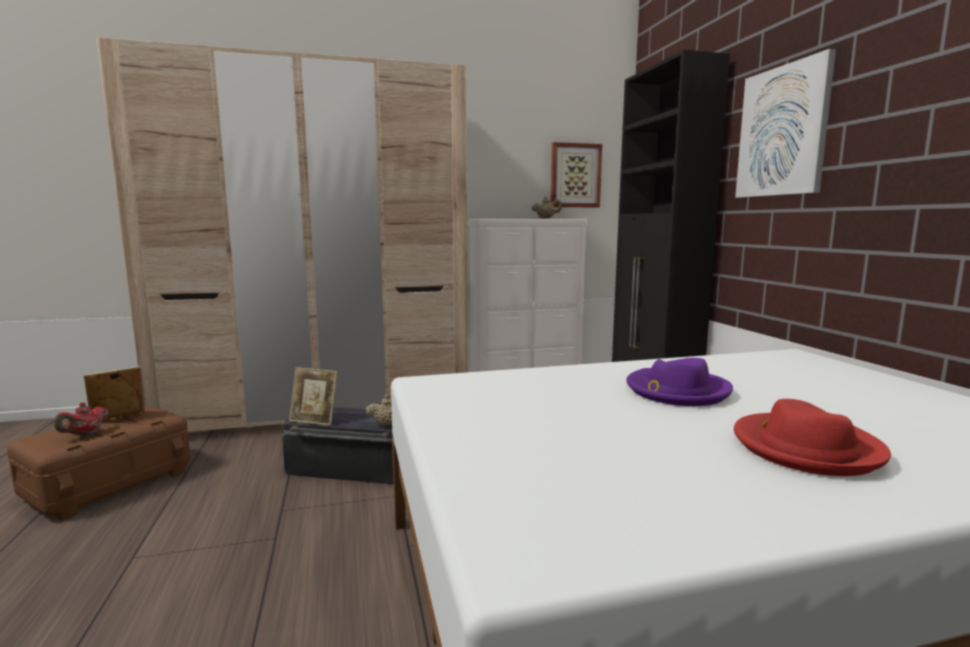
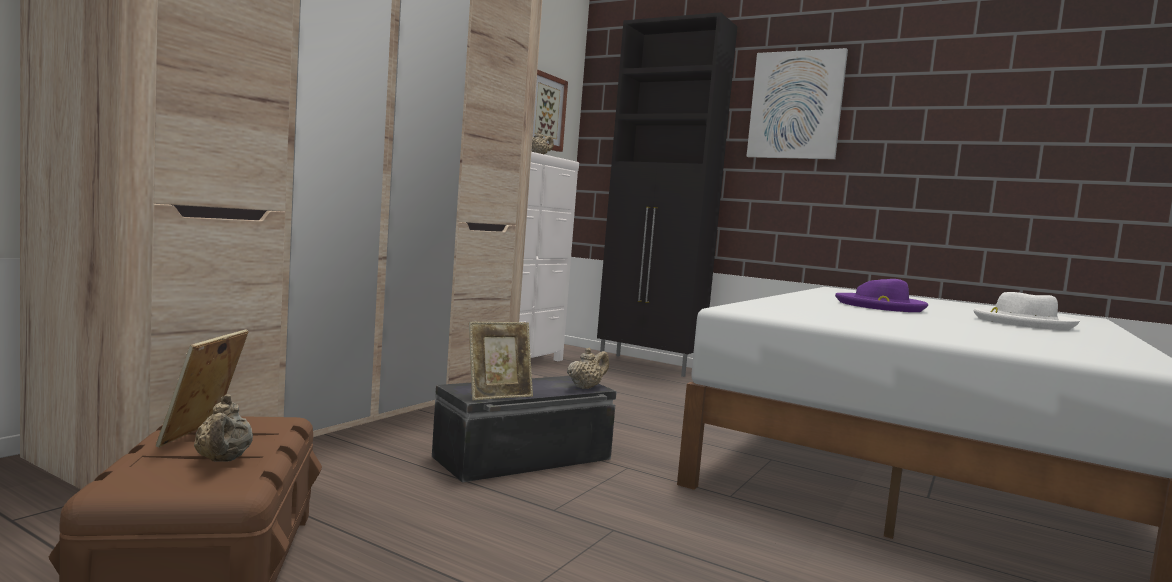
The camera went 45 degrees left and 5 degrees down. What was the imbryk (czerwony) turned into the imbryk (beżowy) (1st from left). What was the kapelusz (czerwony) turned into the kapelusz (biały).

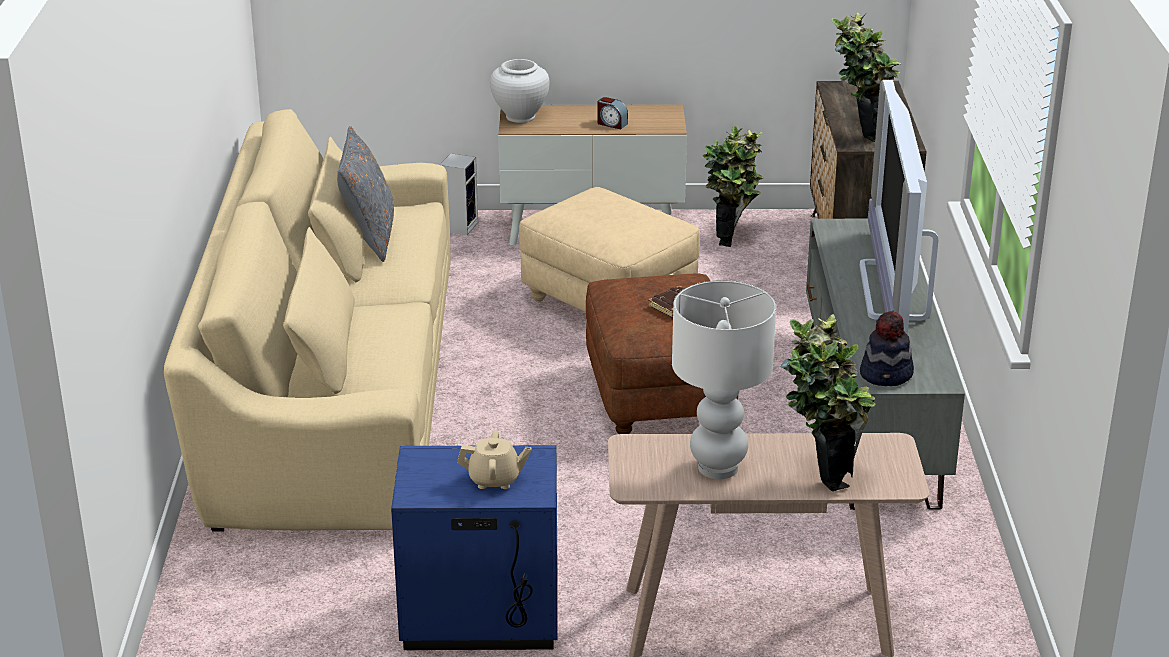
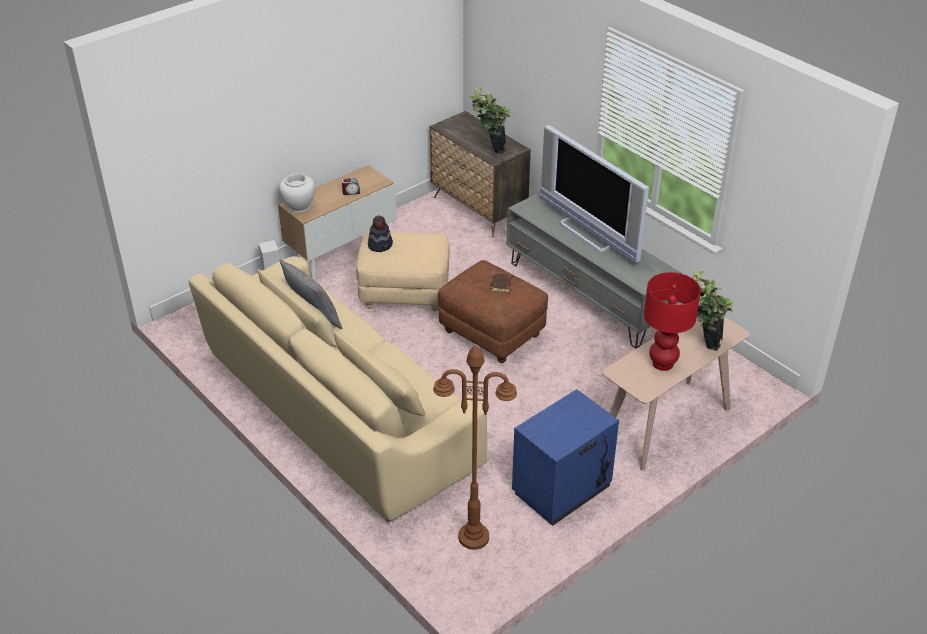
The camera went 40 degrees left and 10 degrees up. The kapelusz ended up elsewhere. The second view gained the lampa stojąca (brązowy). What was the lampa stołowa (biały) turned into the lampa stołowa (czerwony). The second view lost the imbryk (beżowy). The second view lost the roślina doniczkowa (1st from left).

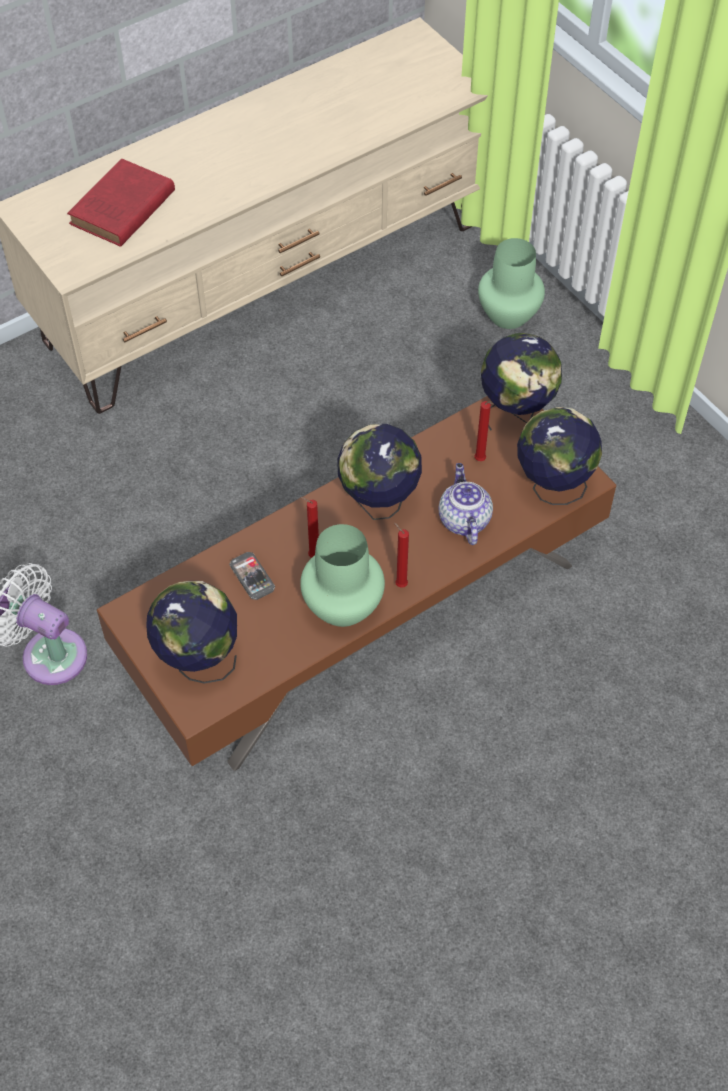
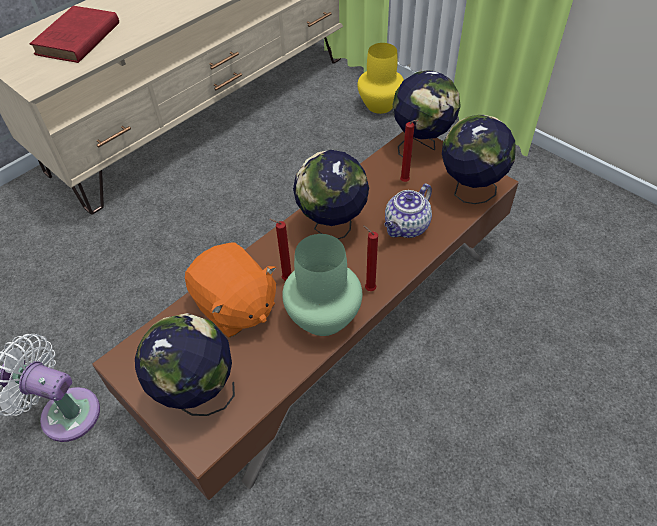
The camera went 10 degrees left and 5 degrees down. Where the telefon stood, the pluszak (pomarańczowy) came to stand. What was the wazon (zielony) (2nd from left) turned into the wazon (żółty). The imbryk ended up facing another way, 120 degrees counterclockwise from before.

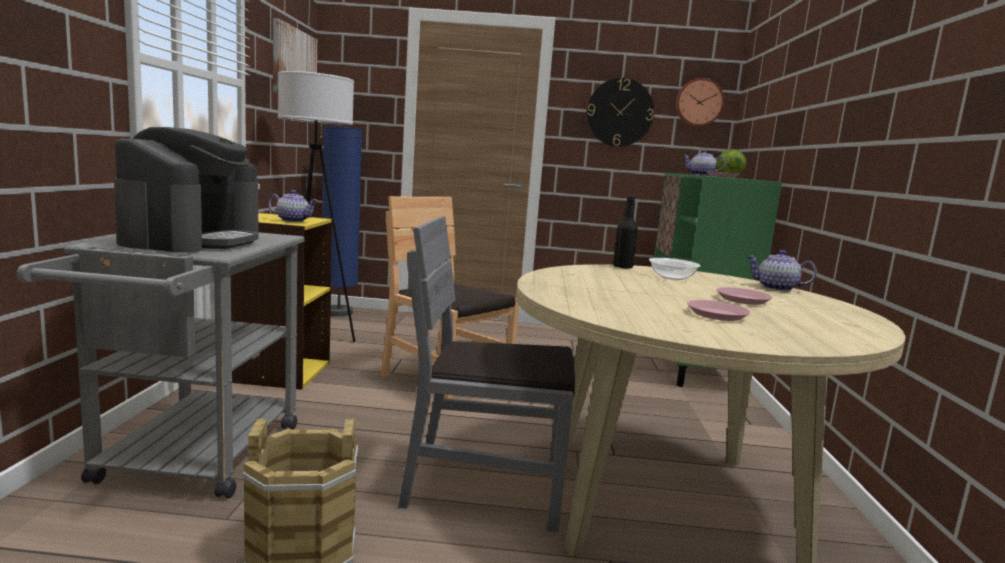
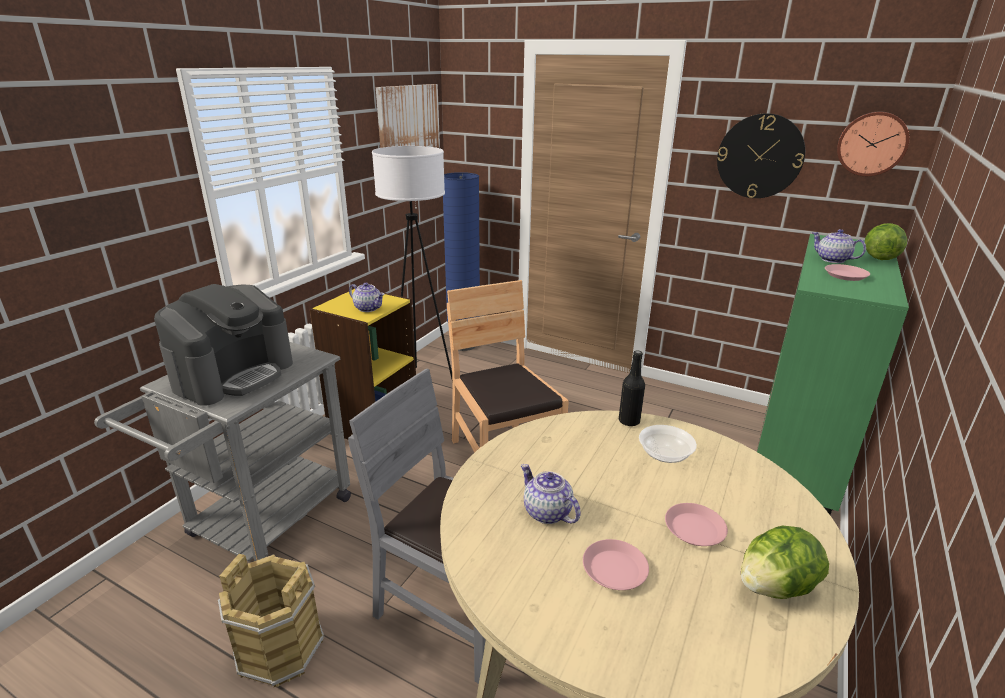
The camera went 25 degrees right and 15 degrees up. The imbryk (3rd from left in the first image) ended up elsewhere. The second view gained the sałata (1st from left).

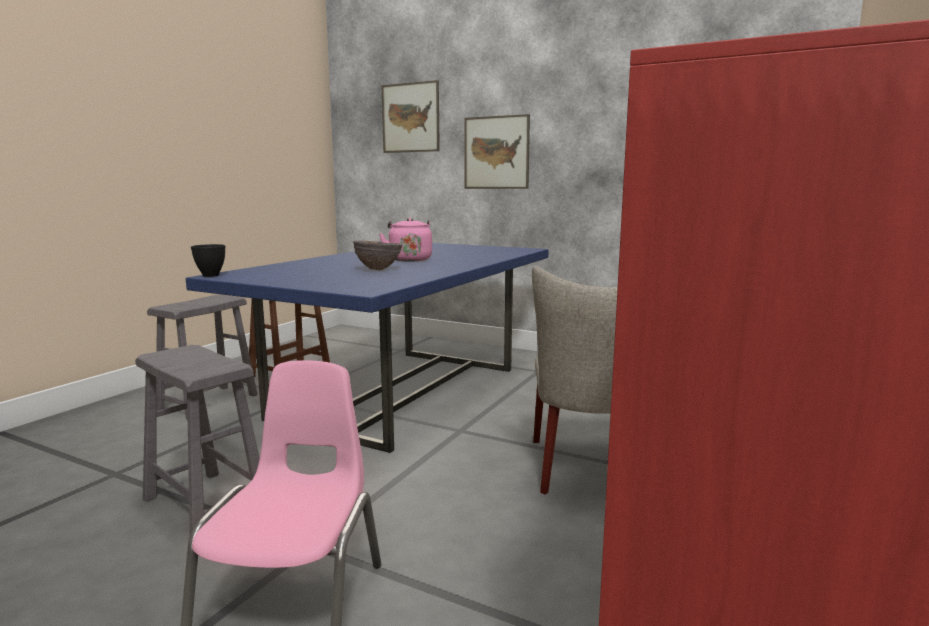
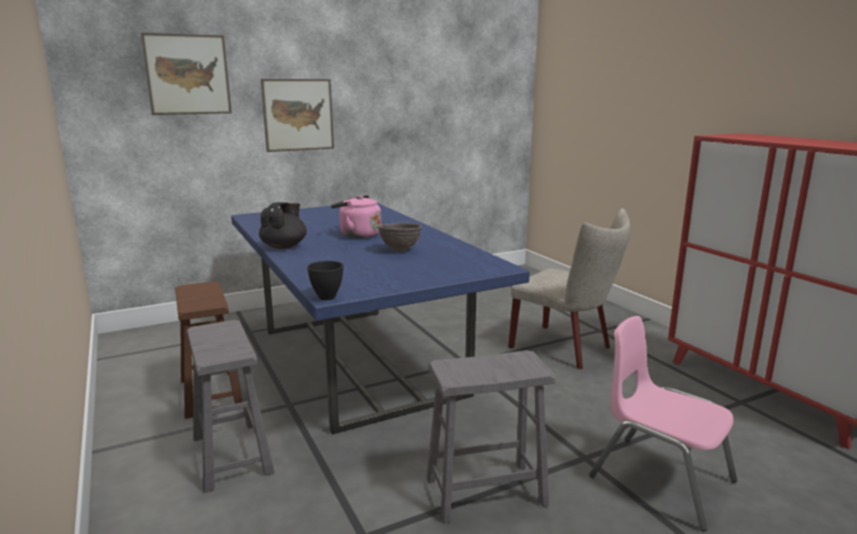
The camera went 55 degrees left and 5 degrees up. The second view gained the imbryk (czarny).

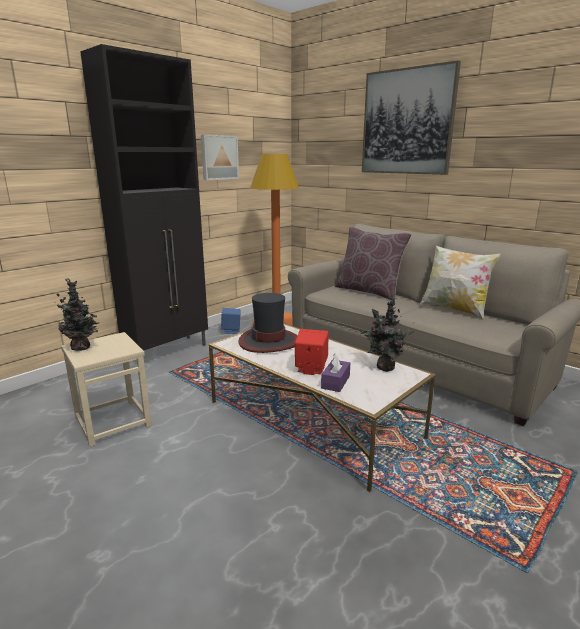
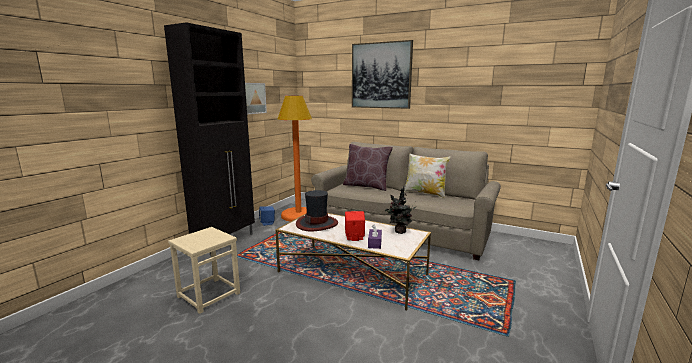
The camera went 15 degrees left and 5 degrees down. The second view lost the roślina doniczkowa (1st from left).

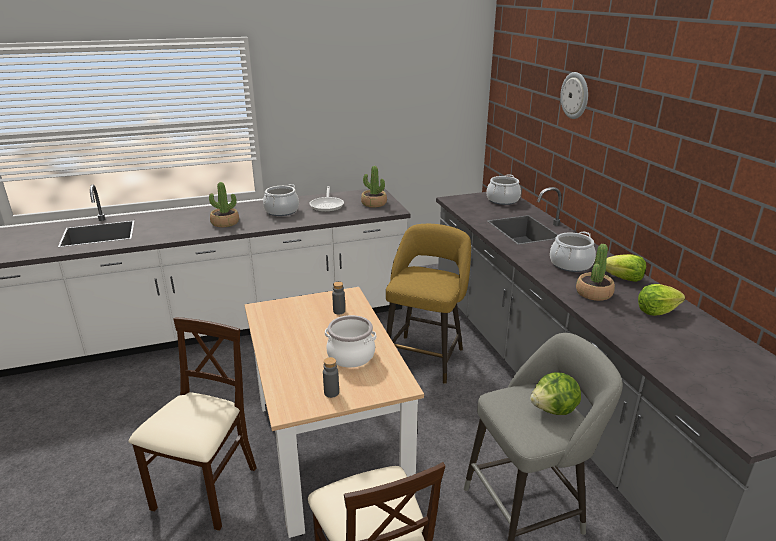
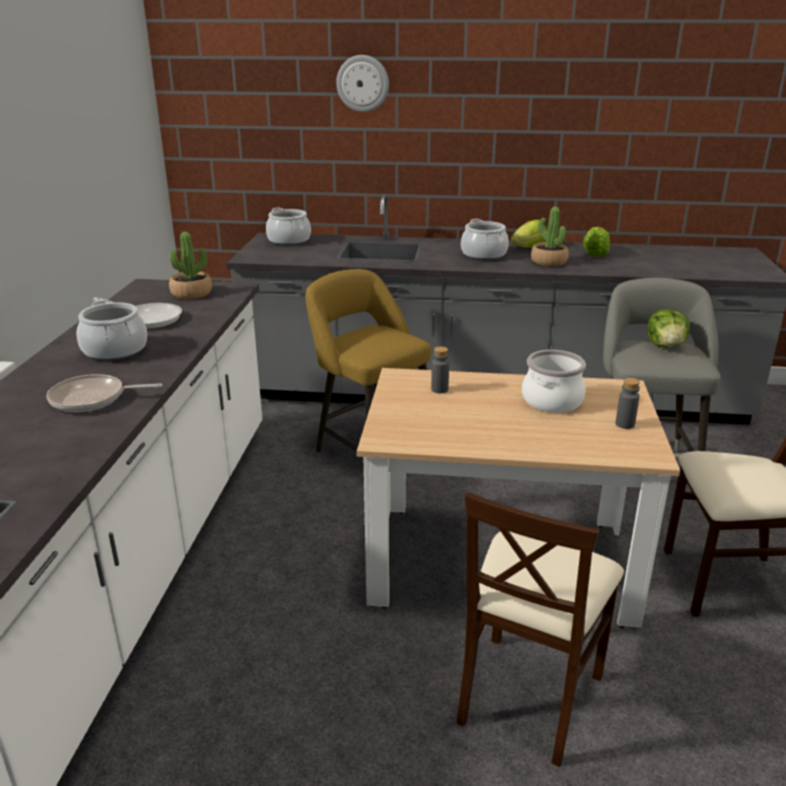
The camera went 65 degrees left and 0 degrees up. Where the roślina doniczkowa (1st from left) stood, the patelnia (1st from left) came to stand. The krzesło (beżowy) (1st from left) ended up facing another way, 105 degrees counterclockwise from before.

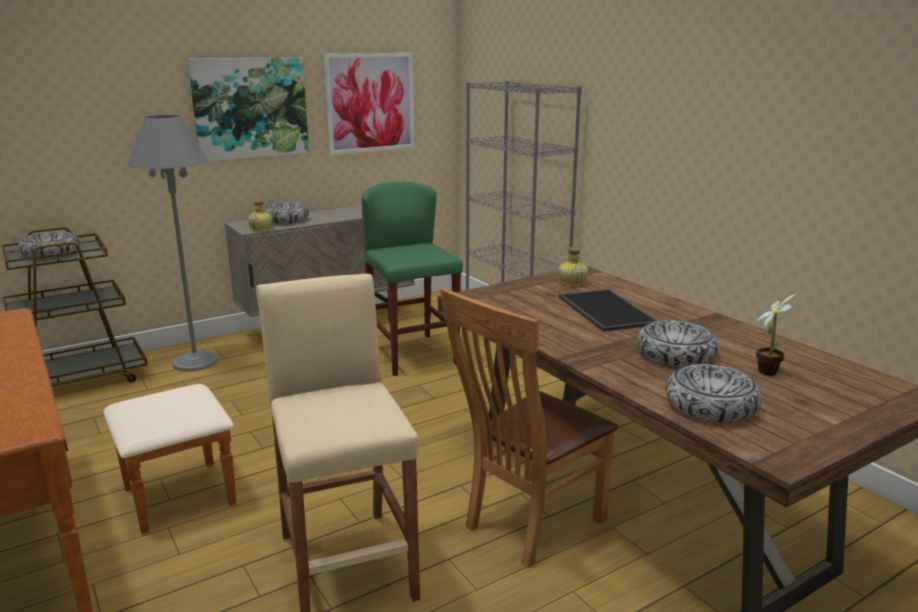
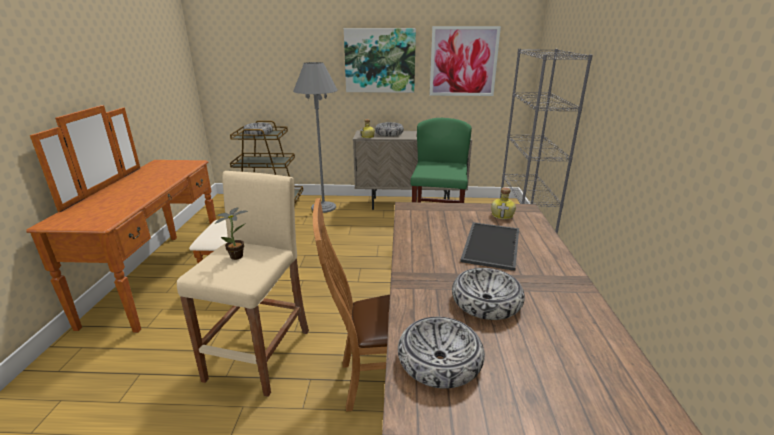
The camera went 35 degrees right and 5 degrees up. The roślina doniczkowa ended up elsewhere.

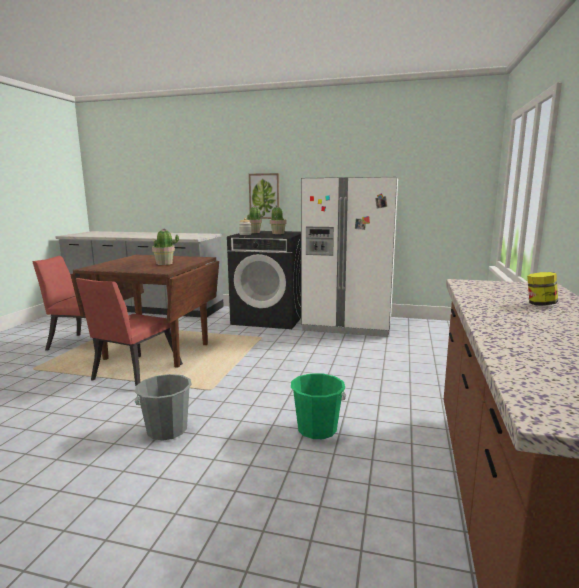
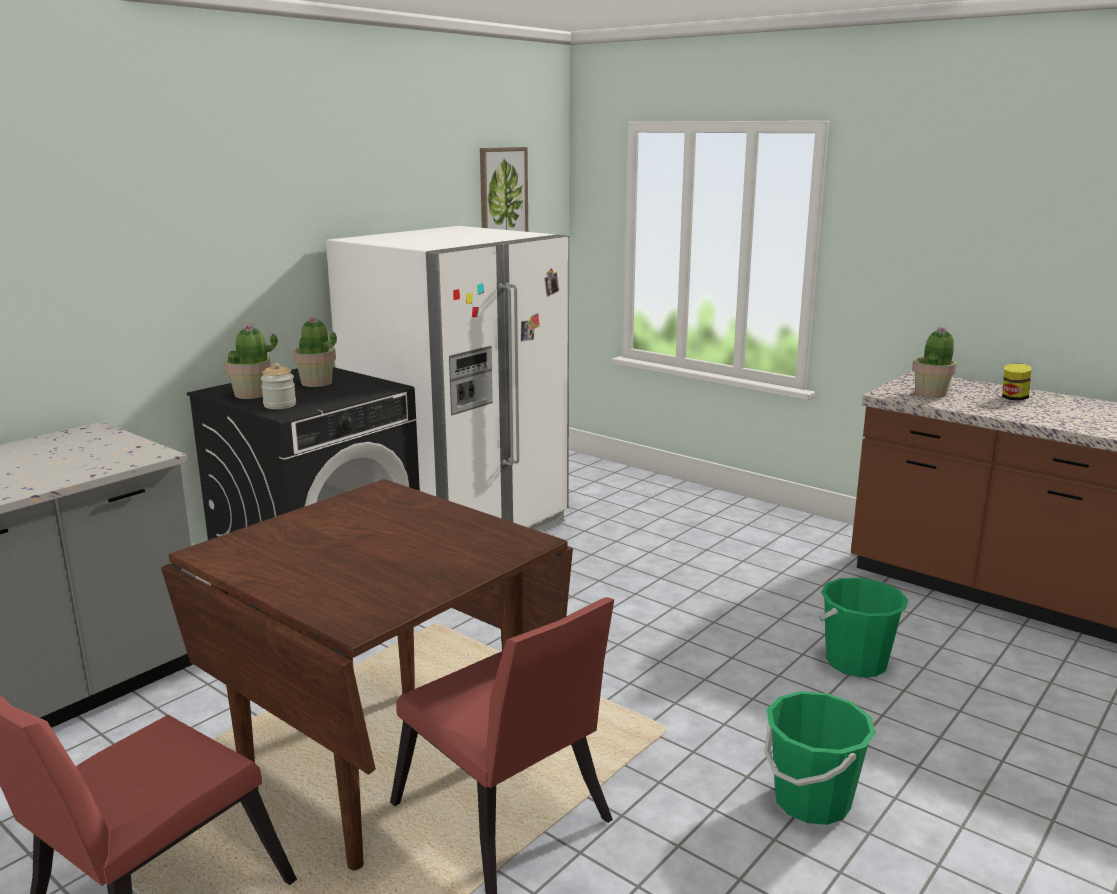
The camera went 65 degrees left and 5 degrees up. The obraz ended up elsewhere. What was the wiadro (szary) turned into the wiadro (zielony) (1st from left). The roślina doniczkowa (1st from left in the first image) ended up elsewhere.

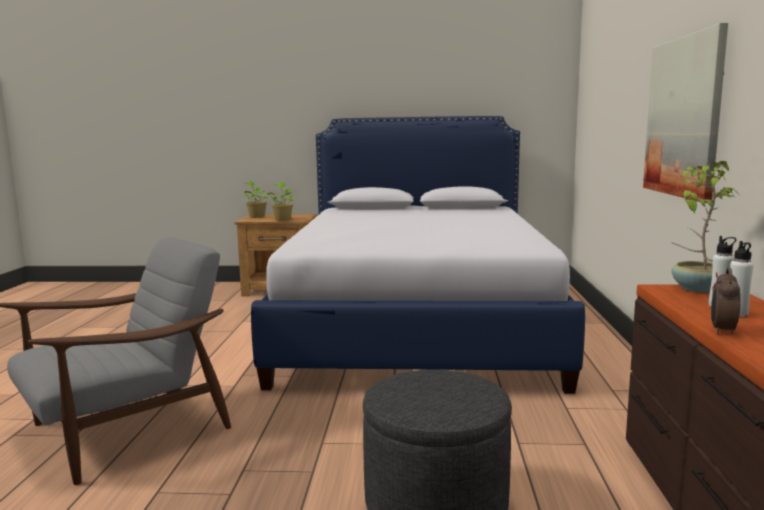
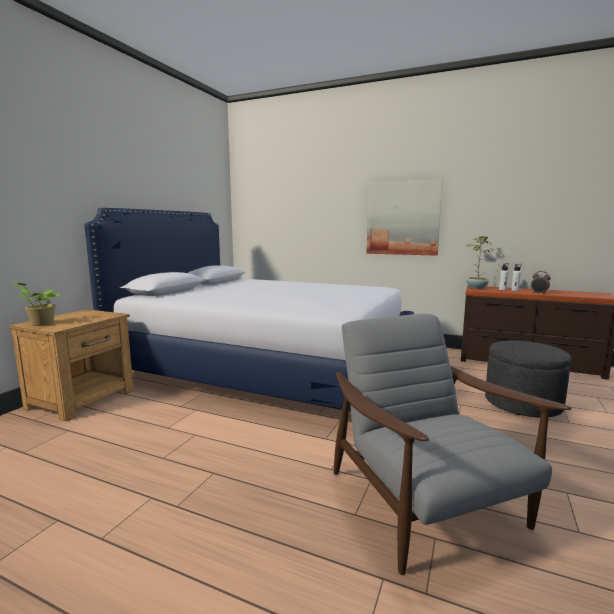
The camera went 70 degrees left and 0 degrees up. The second view lost the roślina doniczkowa (2nd from left).

